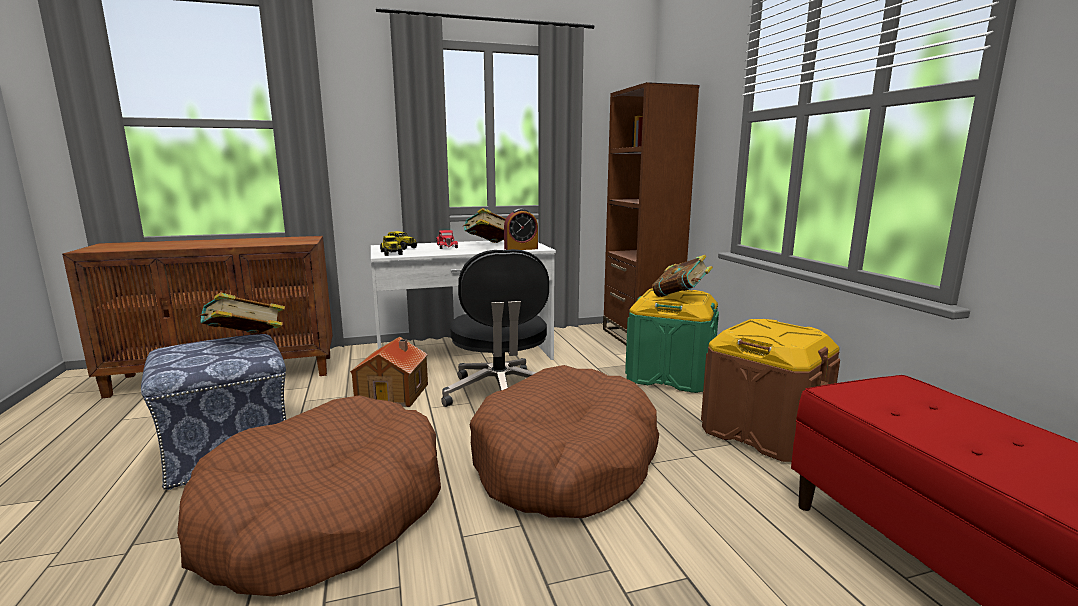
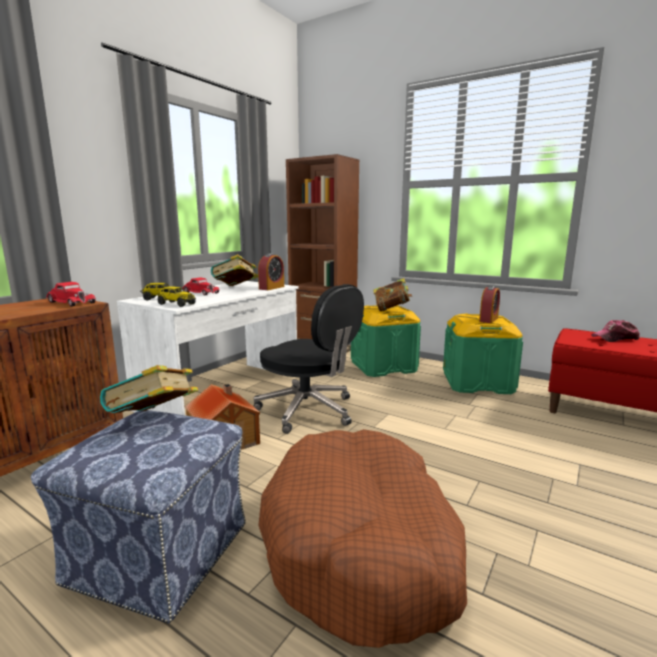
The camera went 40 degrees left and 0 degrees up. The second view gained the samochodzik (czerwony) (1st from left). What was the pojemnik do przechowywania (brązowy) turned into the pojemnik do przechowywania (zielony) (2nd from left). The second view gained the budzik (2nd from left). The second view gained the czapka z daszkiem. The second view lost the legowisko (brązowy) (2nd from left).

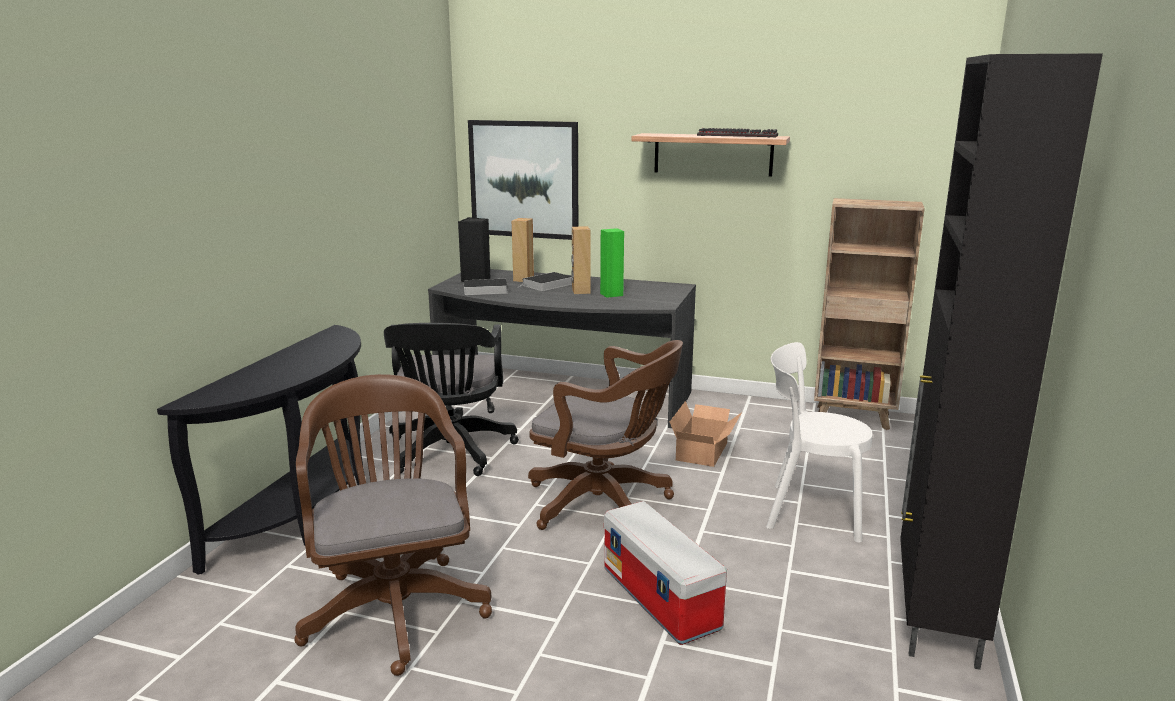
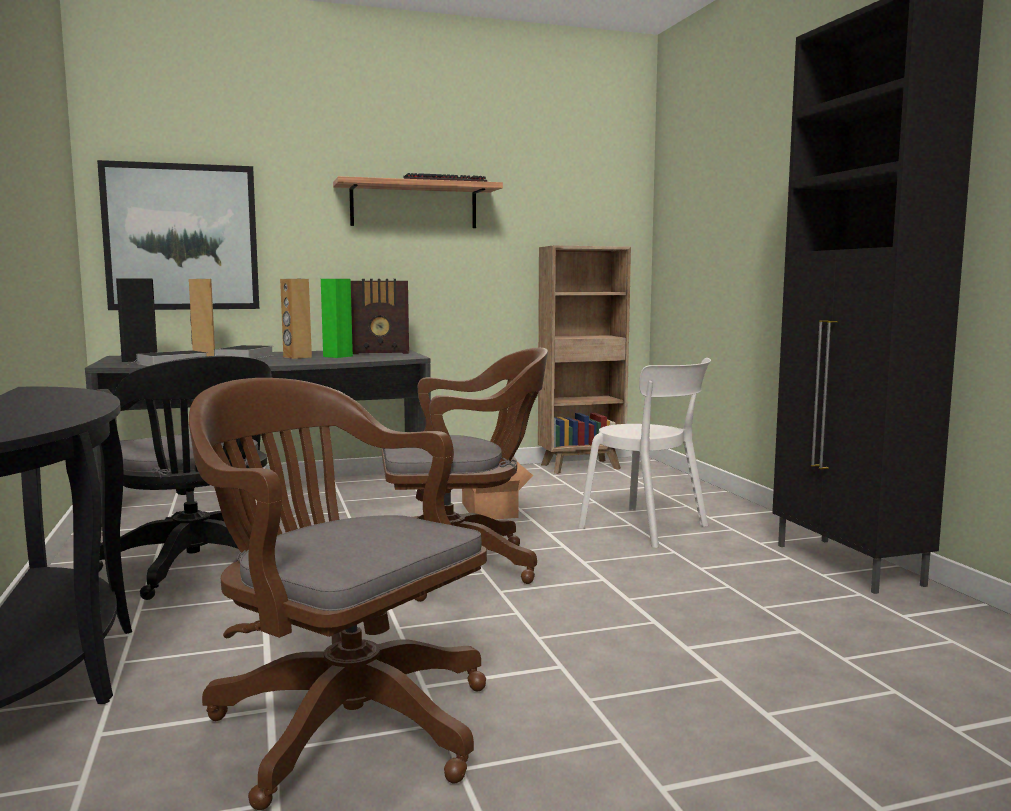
The camera went 35 degrees left and 10 degrees down. The second view gained the radio. The krzesło (biały) ended up facing another way, 120 degrees counterclockwise from before. The second view lost the pojemnik do przechowywania.

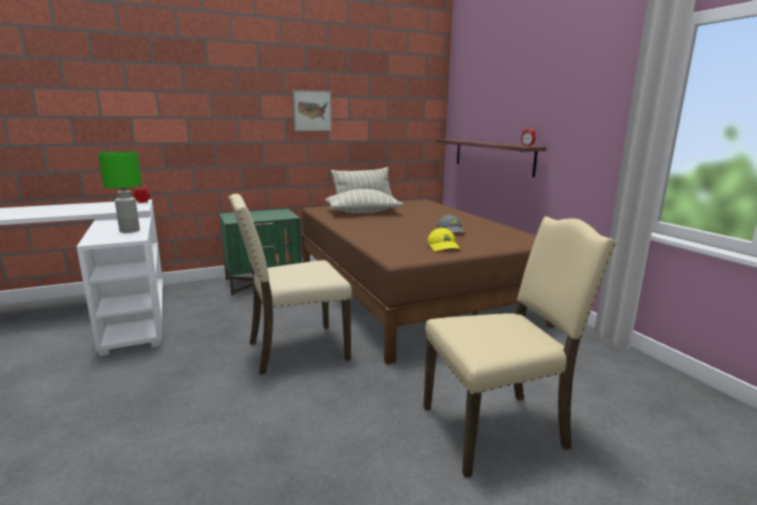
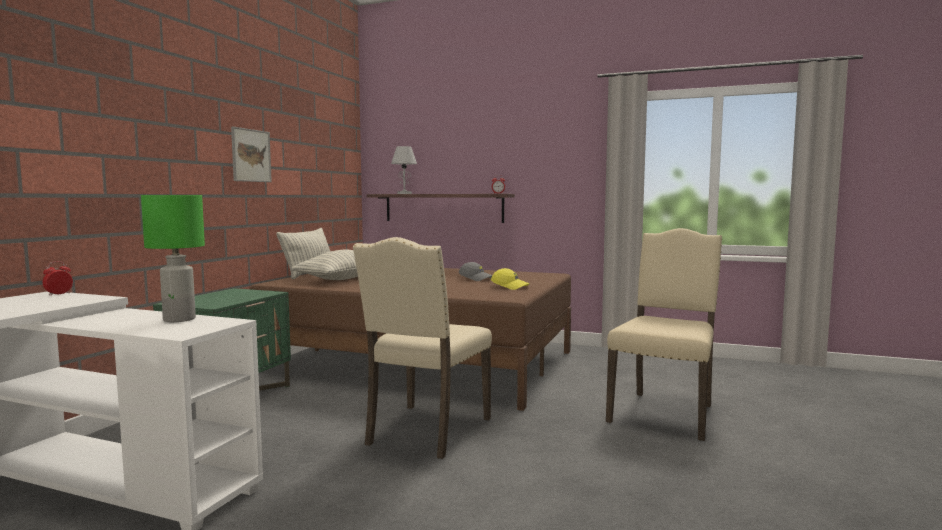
The camera went 45 degrees left and 10 degrees down. The second view gained the lampa stołowa (biały).

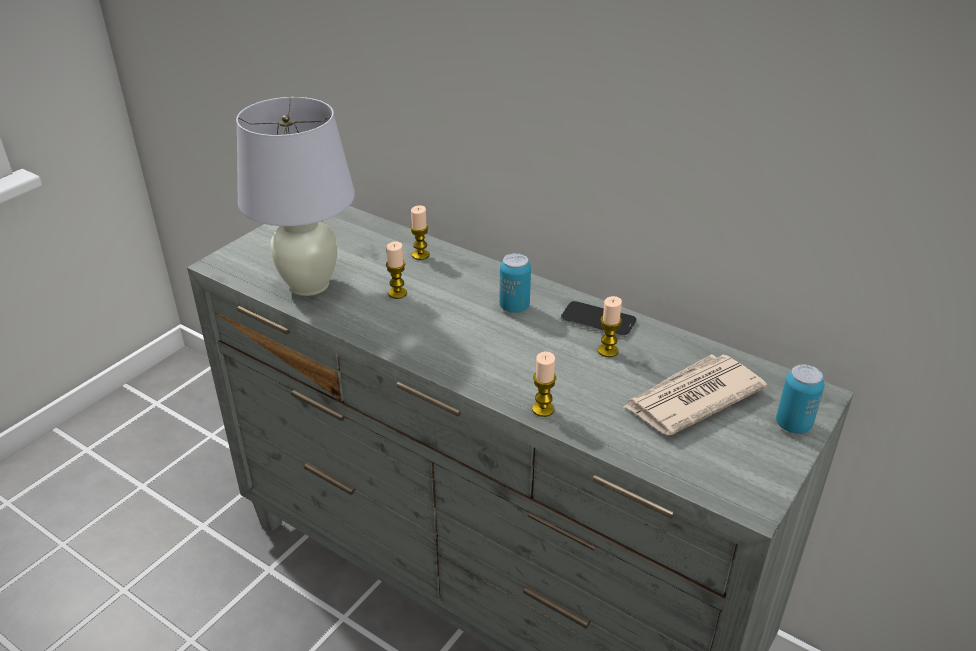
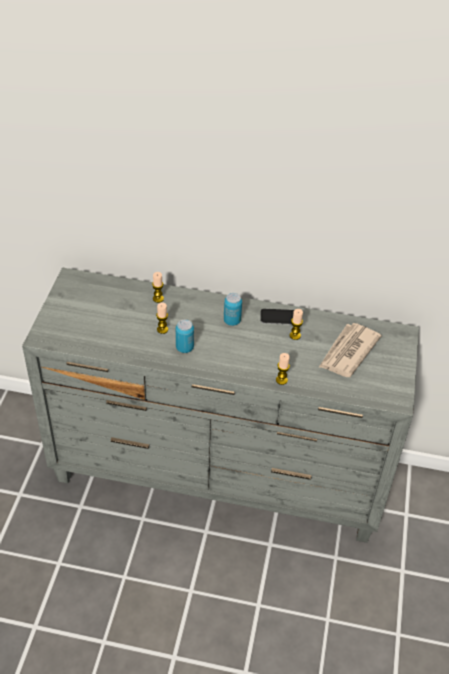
The camera went 25 degrees left and 10 degrees up. The puszka (2nd from left in the first image) ended up elsewhere. The second view lost the lampa stołowa (biały).

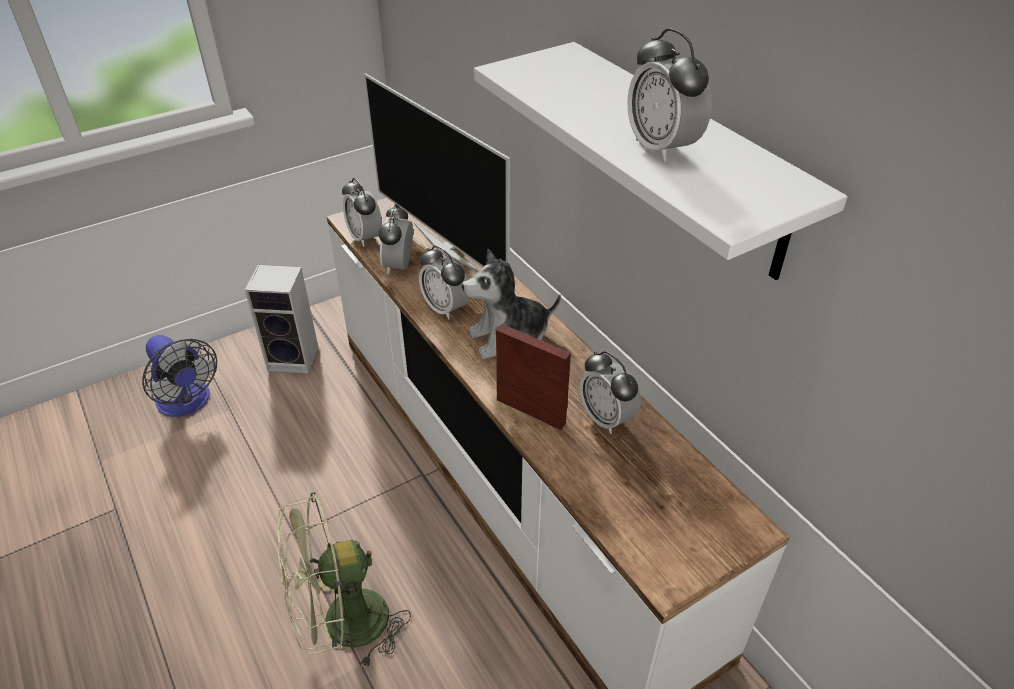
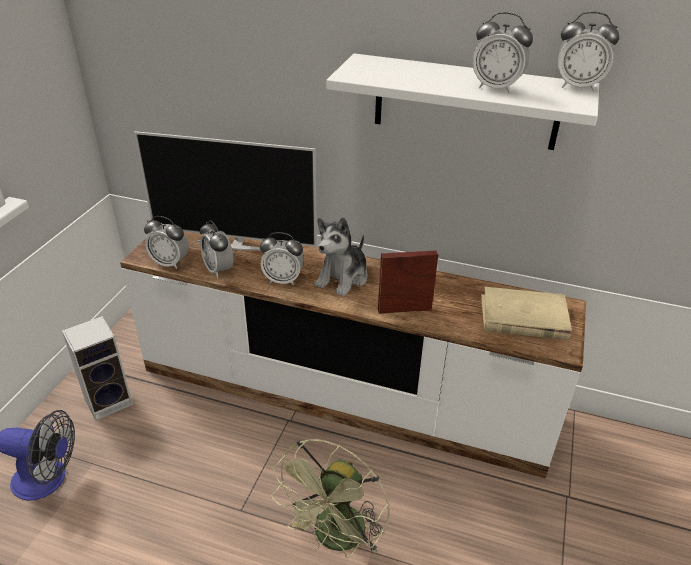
The camera went 40 degrees left and 5 degrees down. The second view gained the książka (beżowy). The budzik (4th from left in the first image) ended up elsewhere.

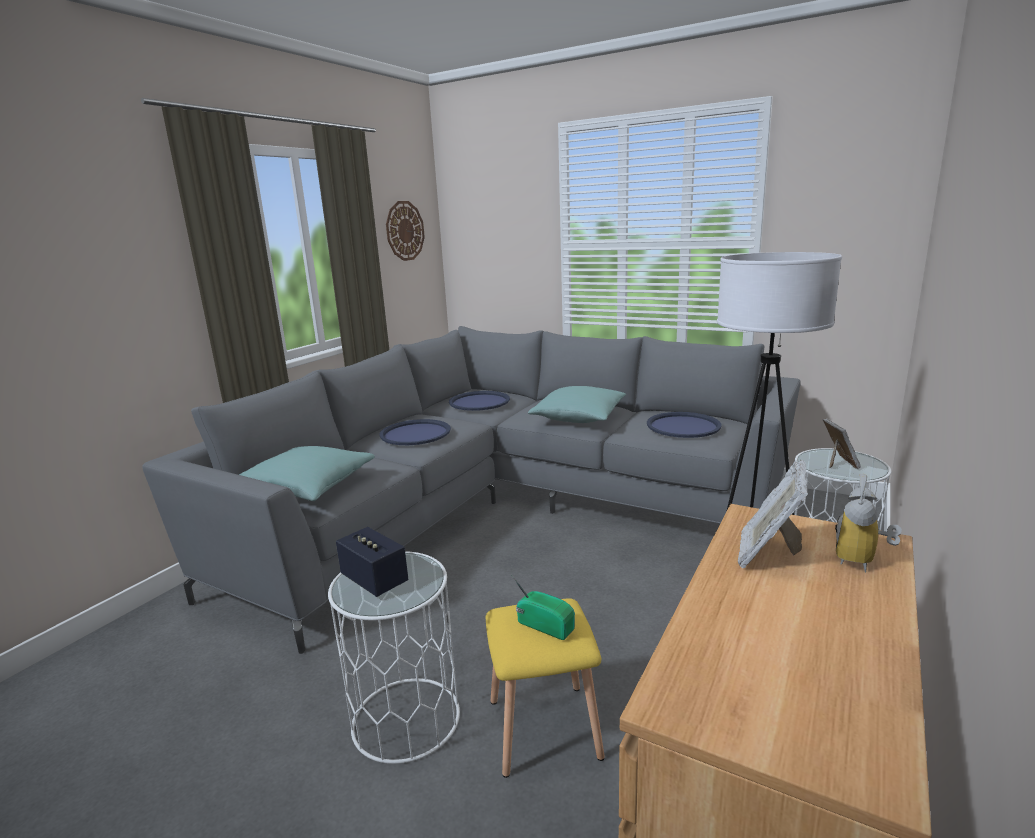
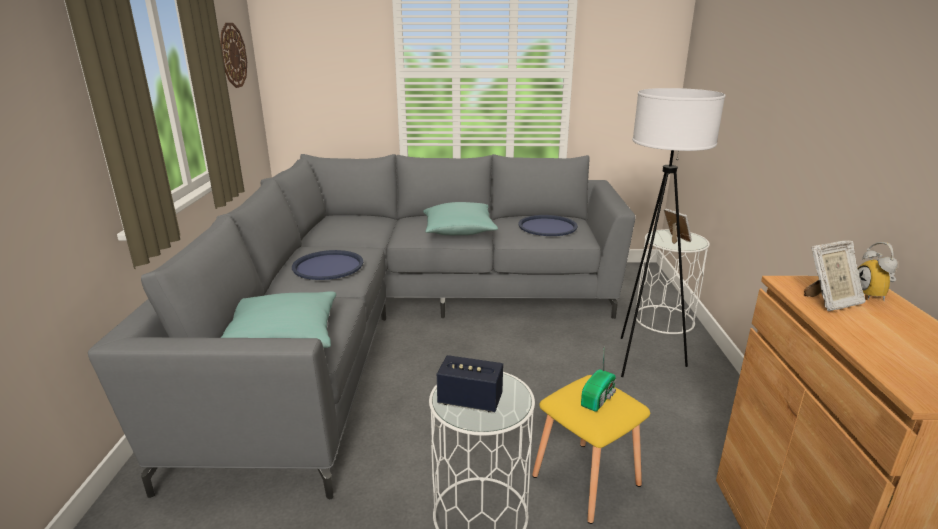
The camera went 30 degrees left and 5 degrees up. The radio ended up facing another way, 120 degrees clockwise from before. The ramka na zdjęcie (1st from left in the first image) ended up facing another way, 105 degrees counterclockwise from before. The second view lost the taca (niebieski) (2nd from left).

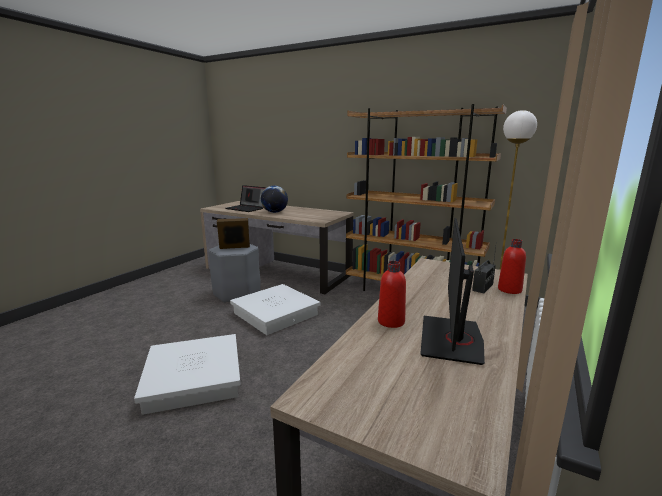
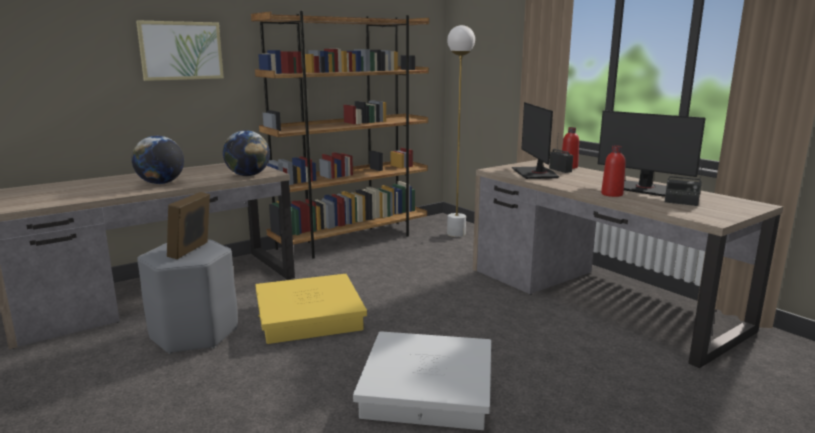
The camera went 65 degrees left and 0 degrees up. The second view gained the obraz. The second view gained the globus (2nd from left). What was the pojemnik do przechowywania (biały) (2nd from left) turned into the pojemnik do przechowywania (żółty). The second view gained the monitor (1st from left). The second view gained the radio (2nd from left). The second view lost the laptop.

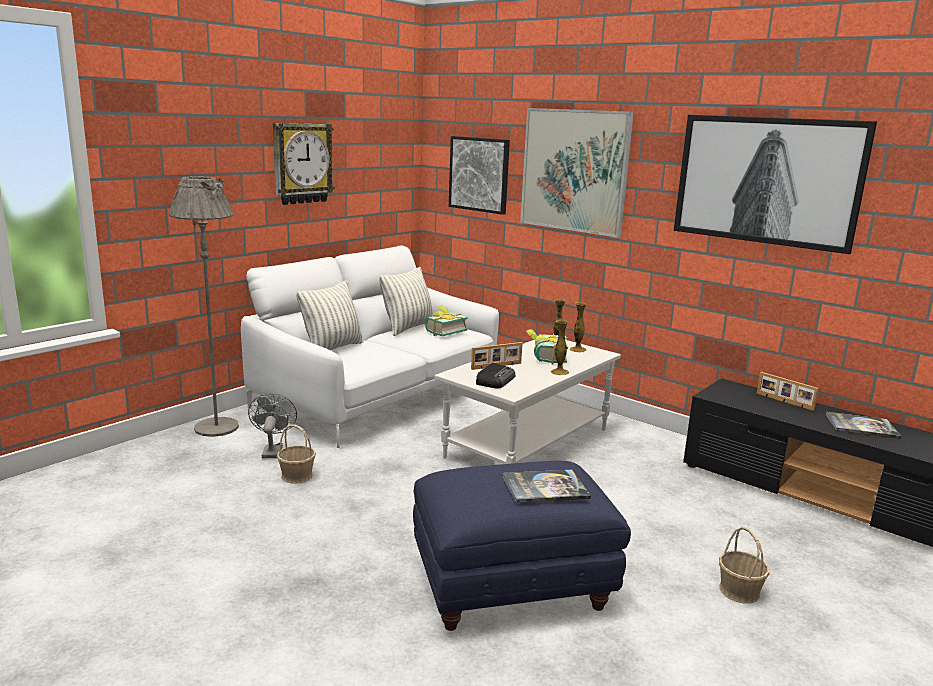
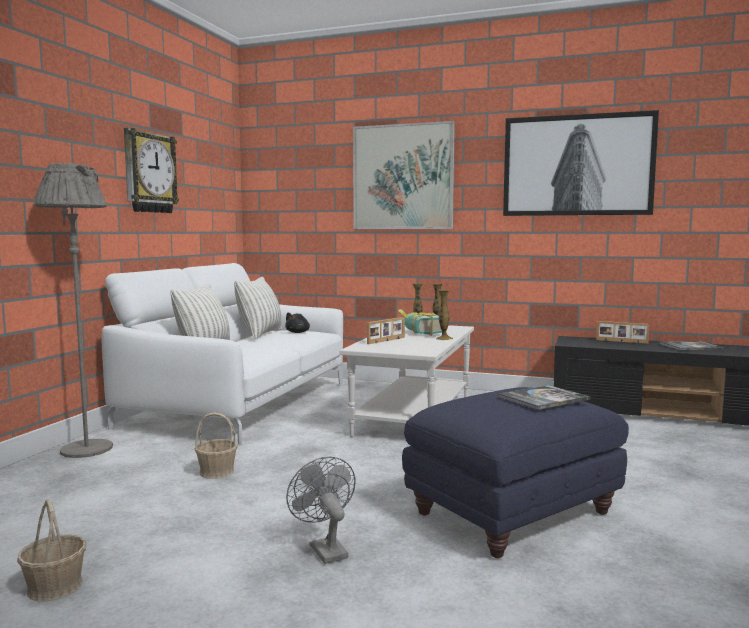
The camera went 20 degrees left and 10 degrees down. The koszyk (2nd from left in the first image) ended up elsewhere. Where the książka (1st from left) stood, the pluszak (czarny) came to stand. The wentylator (szary) ended up elsewhere. The second view lost the obraz (1st from left). The second view lost the radio.

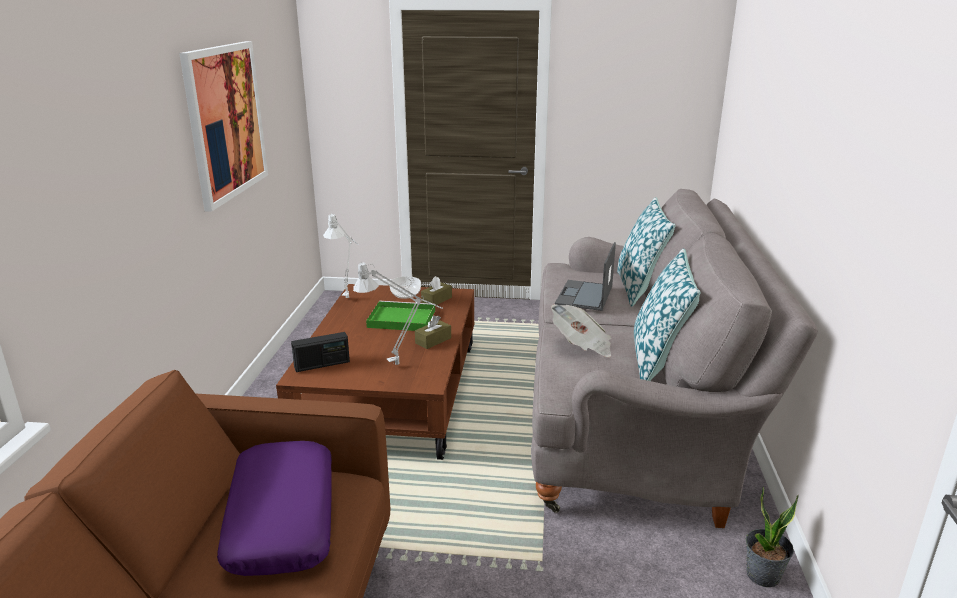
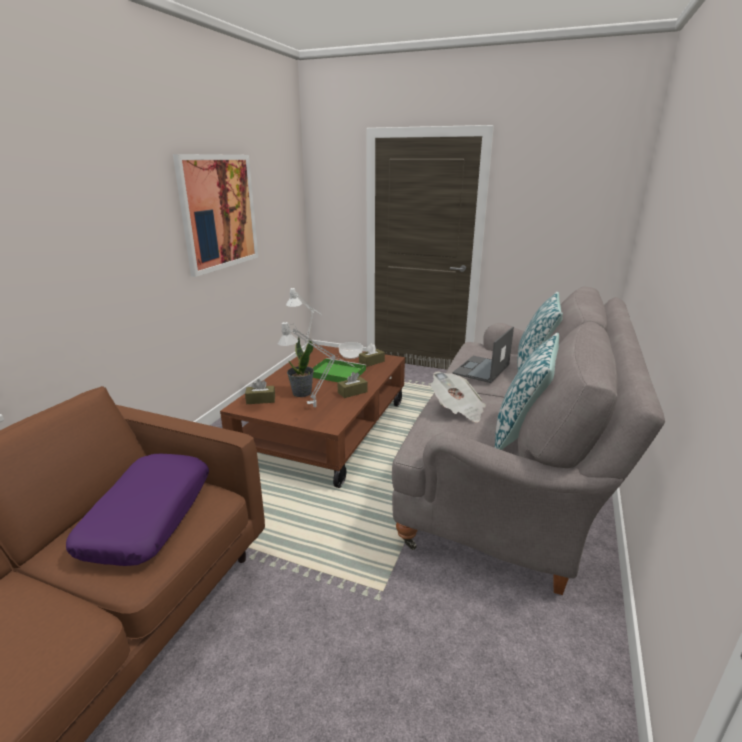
The camera went 15 degrees right and 0 degrees up. Where the radio stood, the pudełko chusteczek (brązowy) (1st from left) came to stand. The roślina doniczkowa ended up elsewhere.

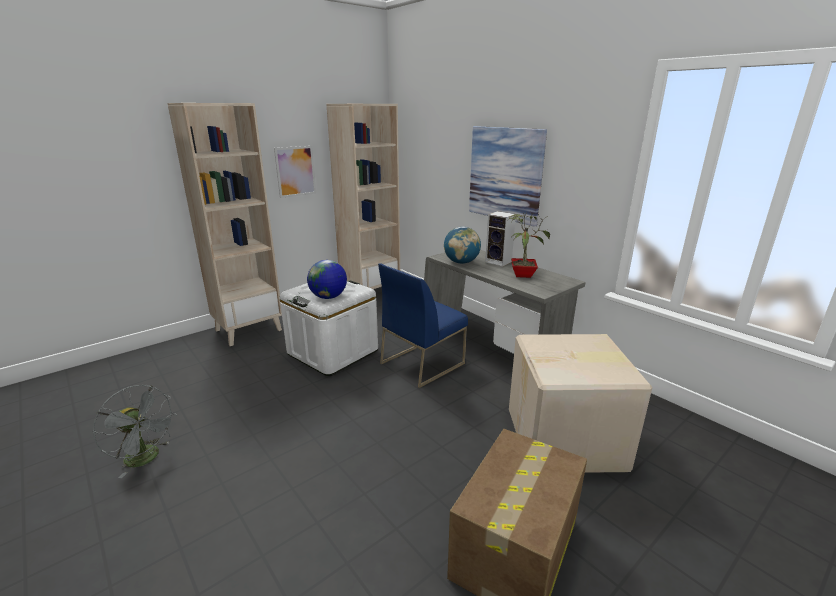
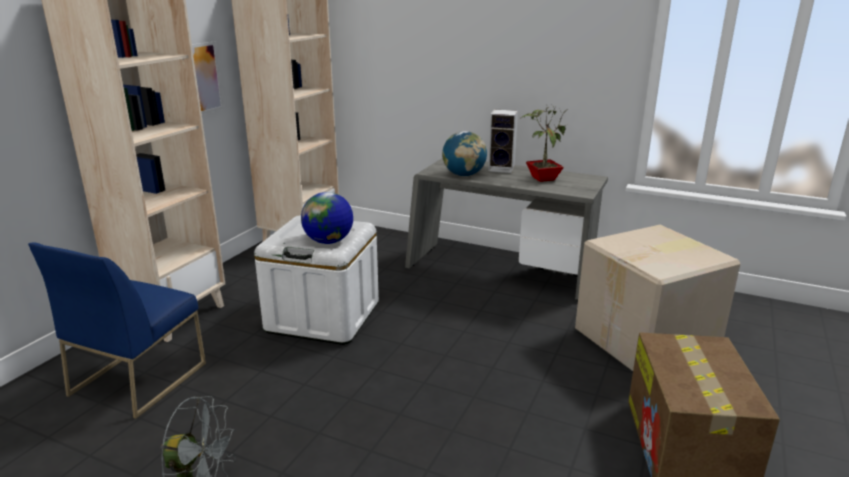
The camera went 25 degrees left and 0 degrees up. The krzesło (niebieski) ended up elsewhere. The second view lost the obraz (2nd from left).

